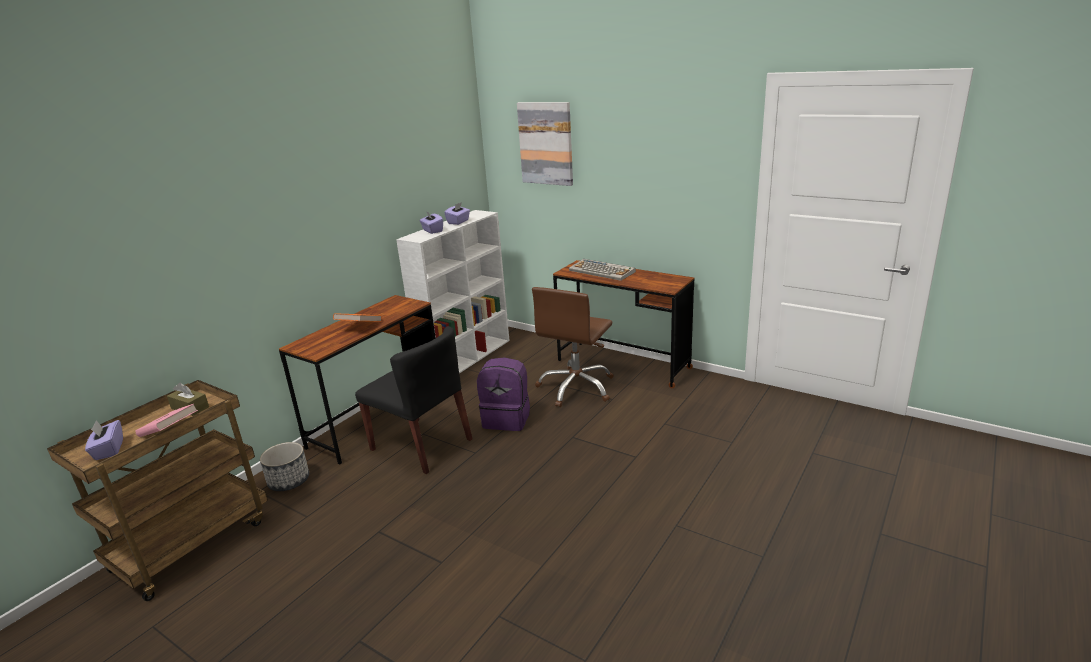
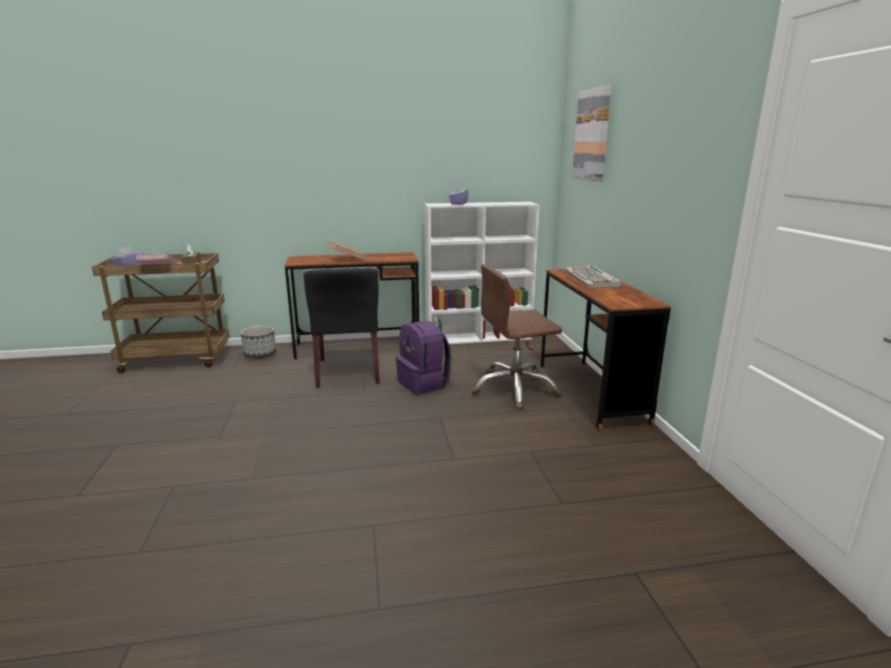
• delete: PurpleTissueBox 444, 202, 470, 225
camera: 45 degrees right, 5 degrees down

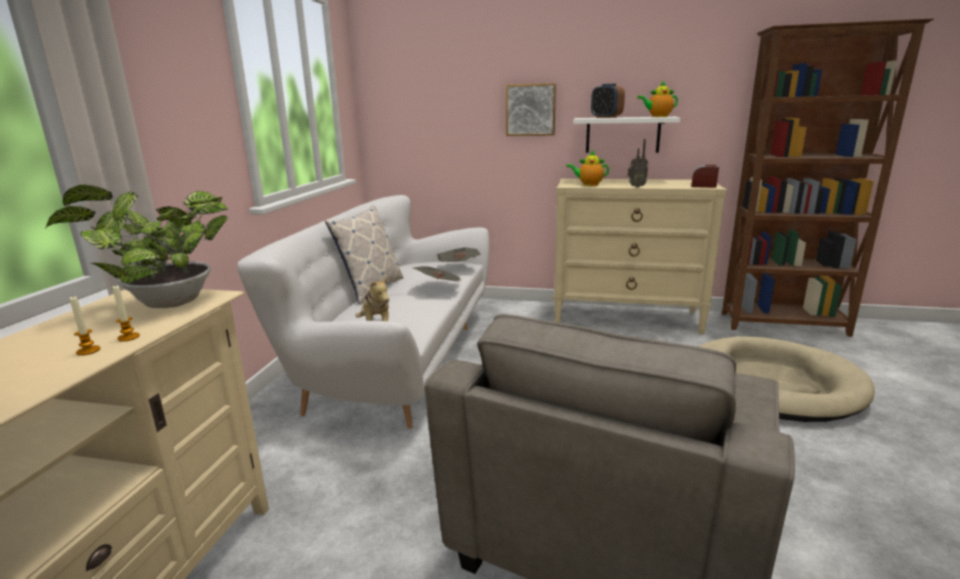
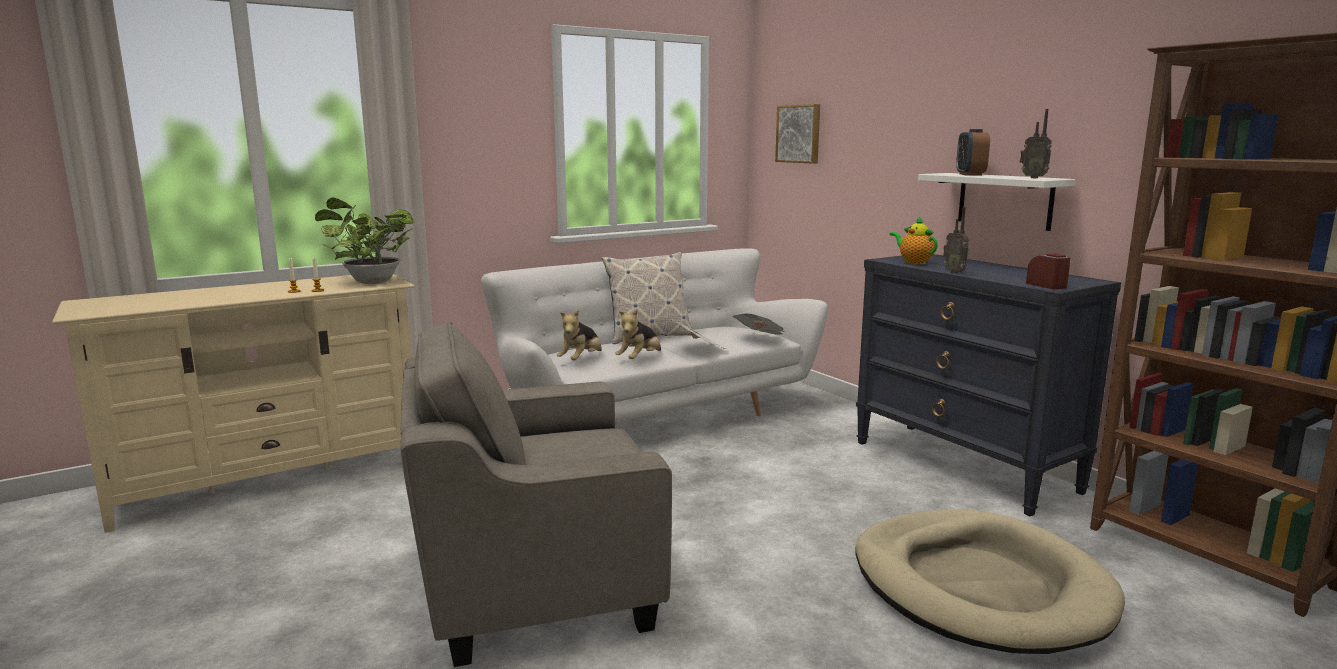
• replace: Teapot 637, 80, 678, 117 to Radio 1020, 109, 1052, 178
• move: Picture 506, 83, 556, 136 to 775, 104, 820, 164
• recolor: BeigeDresser 554, 179, 727, 334 to BlackDresser 856, 254, 1121, 516
• insert: PlushToy 615, 309, 661, 359
camera: 45 degrees right, 5 degrees down

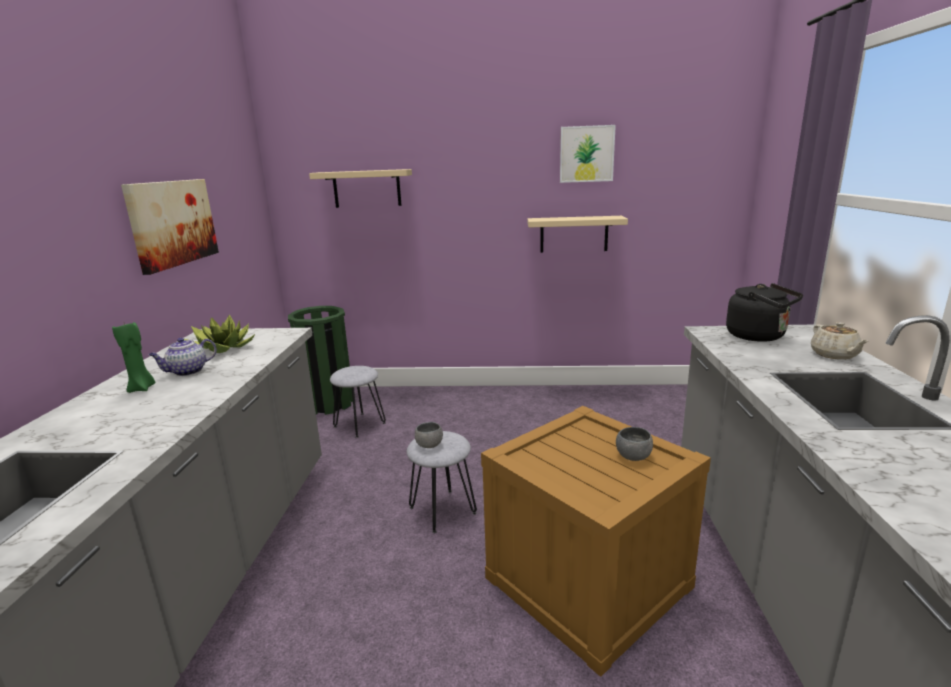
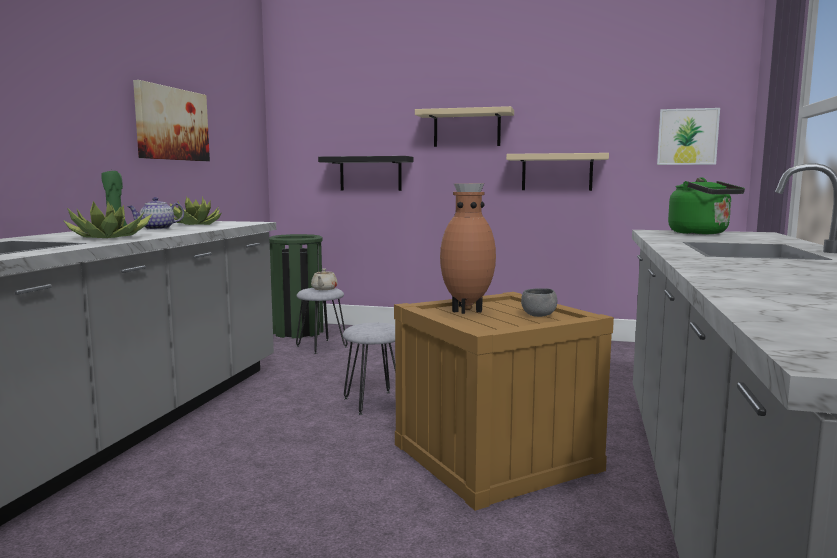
• move: Picture 560, 125, 616, 183 to 657, 108, 720, 165
• move: BeigeShelf 309, 169, 412, 208 to 415, 106, 514, 147
• recolor: BlackKettle 726, 283, 803, 342 to GreenKettle 668, 177, 745, 234
• move: BeigeTeapot 811, 322, 869, 360 to 311, 269, 338, 290
• delete: GreyBowl 415, 422, 443, 448
• insert: BlackShelf 318, 156, 413, 191
• insert: BrownVase 440, 183, 496, 314
• insert: PottedPlant 63, 201, 152, 238
camera: 10 degrees right, 10 degrees down

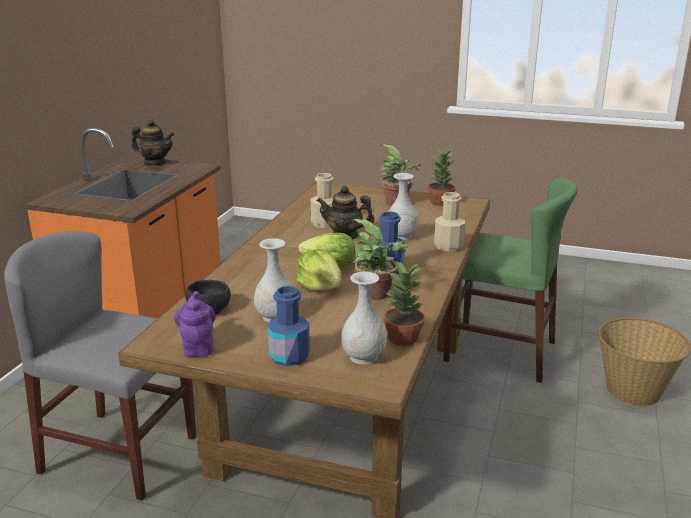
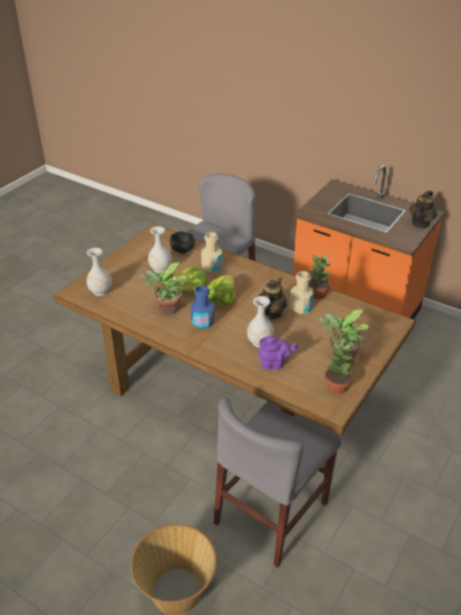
• recolor: GreenChair 443, 178, 578, 383 to GreyChair 214, 397, 341, 568
• move: BeigeBottle 434, 192, 465, 252 to 201, 232, 222, 273
• move: PottedPlant 383, 260, 425, 346 to 309, 254, 330, 299
• delete: BlueBottle 268, 286, 310, 366
• move: PurpleTeapot 174, 291, 216, 357 to 258, 336, 298, 370
camera: 105 degrees right, 15 degrees up

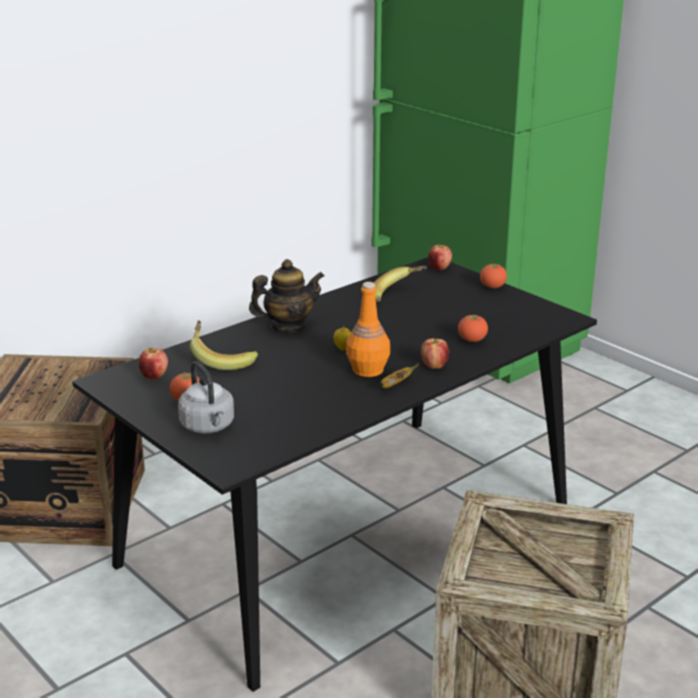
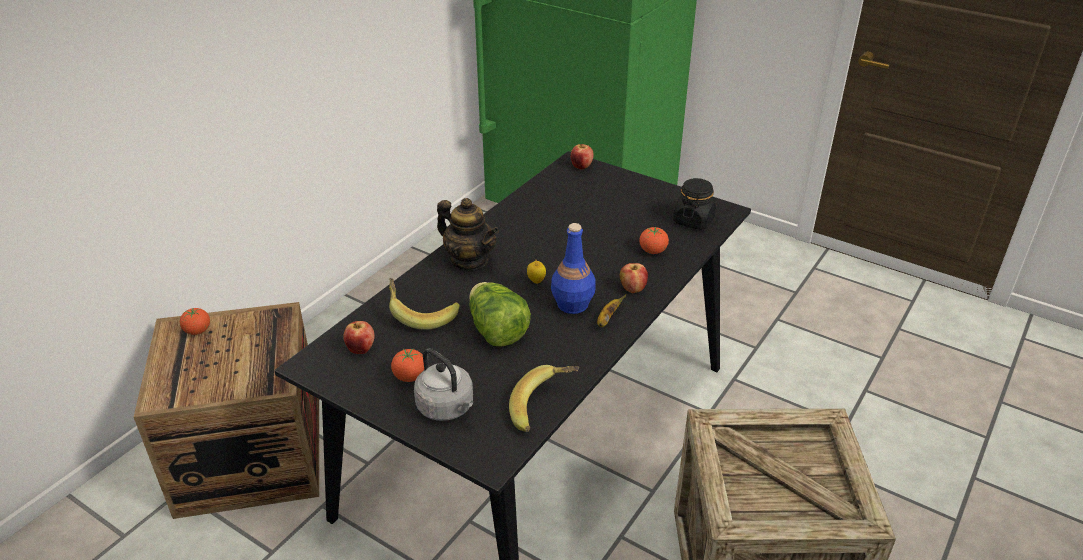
• rotate: Teapot 249, 259, 324, 333 = 437, 198, 499, 270 75 degrees clockwise
• move: Tomato 480, 263, 507, 288 to 180, 308, 210, 335
• move: Banana 374, 266, 427, 302 to 509, 365, 579, 432
• recolor: OrangeBottle 346, 282, 390, 377 to BlueBottle 551, 223, 596, 314
• insert: BlackJar 673, 178, 716, 230
• insert: Lettuce 469, 282, 531, 347
camera: 15 degrees left, 10 degrees up

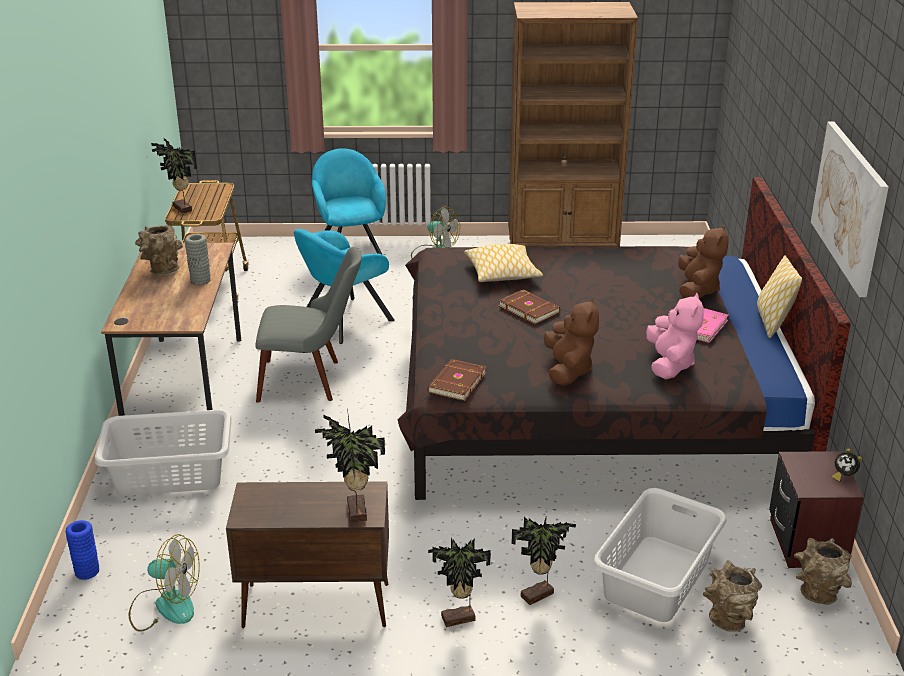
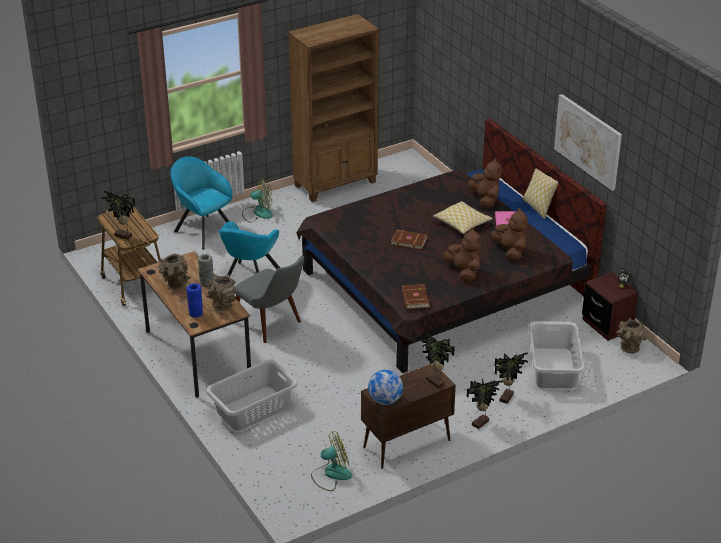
• move: Pillow 464, 244, 543, 282 to 433, 201, 493, 234
• rotate: GreyChair 256, 247, 362, 403 = 235, 256, 304, 343 75 degrees clockwise
• recolor: PinkPlushToy 646, 292, 704, 379 to BrownPlushToy 491, 208, 528, 261
• move: BlueVase 65, 520, 99, 580 to 186, 283, 203, 318
• move: BrownVase 703, 560, 762, 632 to 207, 274, 236, 311
• insert: Globe 368, 370, 403, 405
camera: 30 degrees left, 5 degrees up

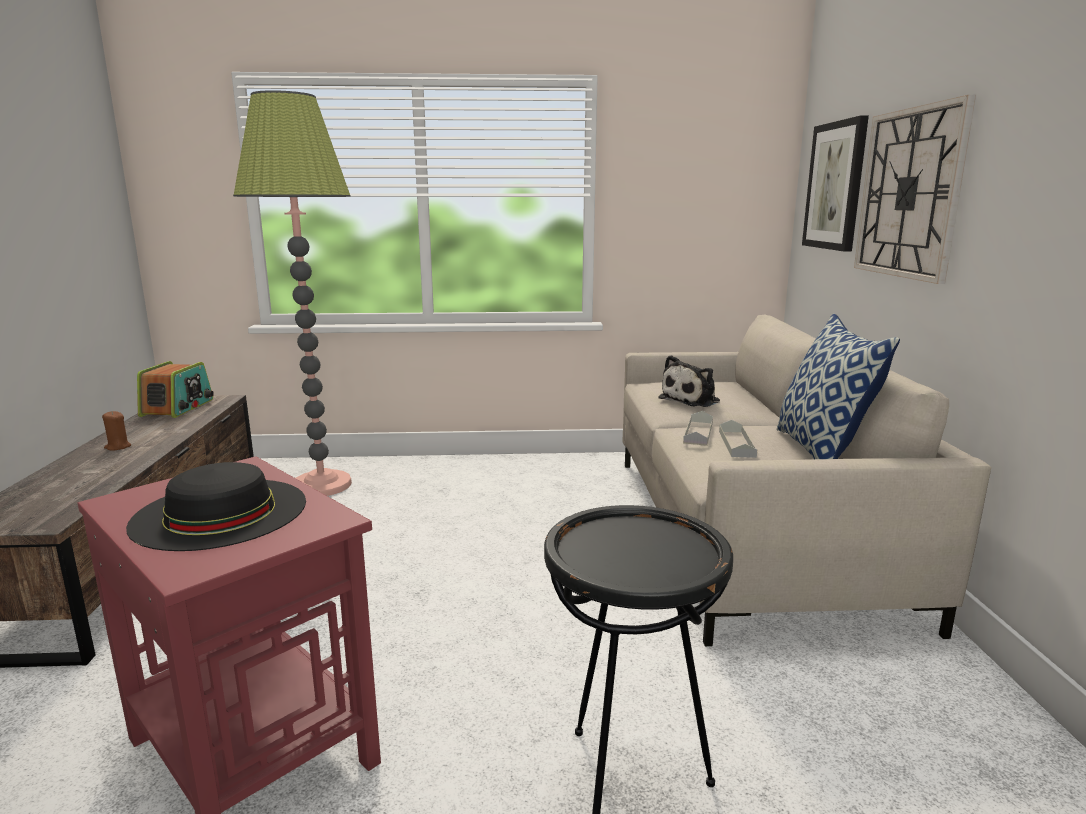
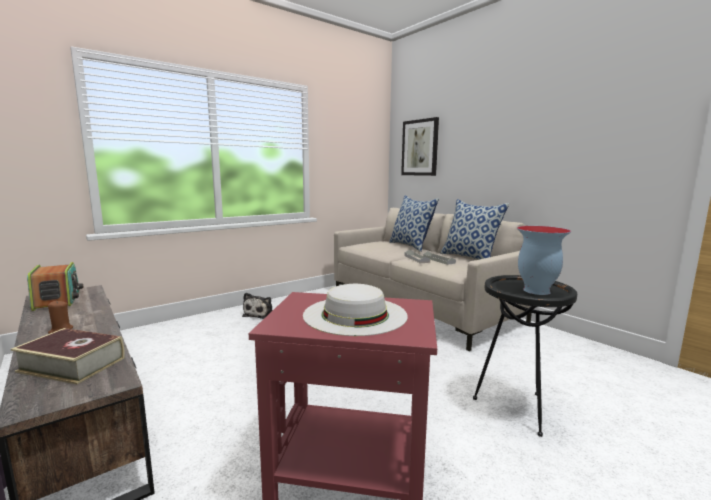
• delete: FloorLamp 233, 90, 352, 496
• delete: WallClock 854, 95, 976, 284
• move: PlushToy 658, 355, 720, 407 to 242, 293, 273, 319
• recolor: BlackHat 126, 462, 306, 551 to WhiteHat 303, 284, 408, 336
• insert: Pillow 389, 196, 439, 252
• insert: Vase 517, 226, 571, 295
• insert: Book 11, 328, 124, 384
camera: 35 degrees left, 5 degrees down

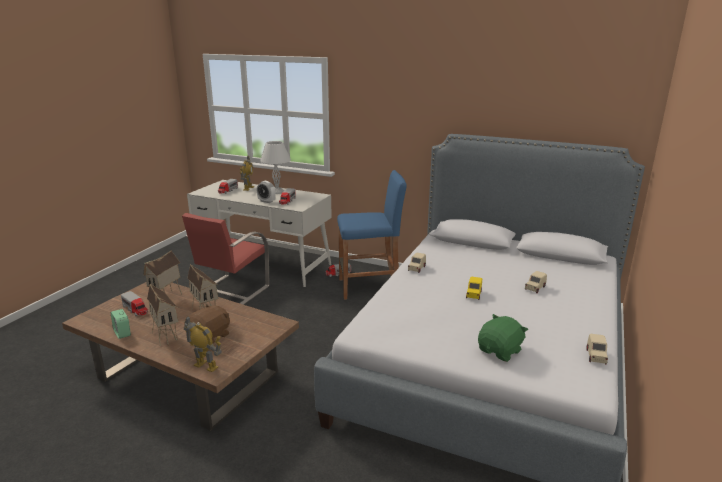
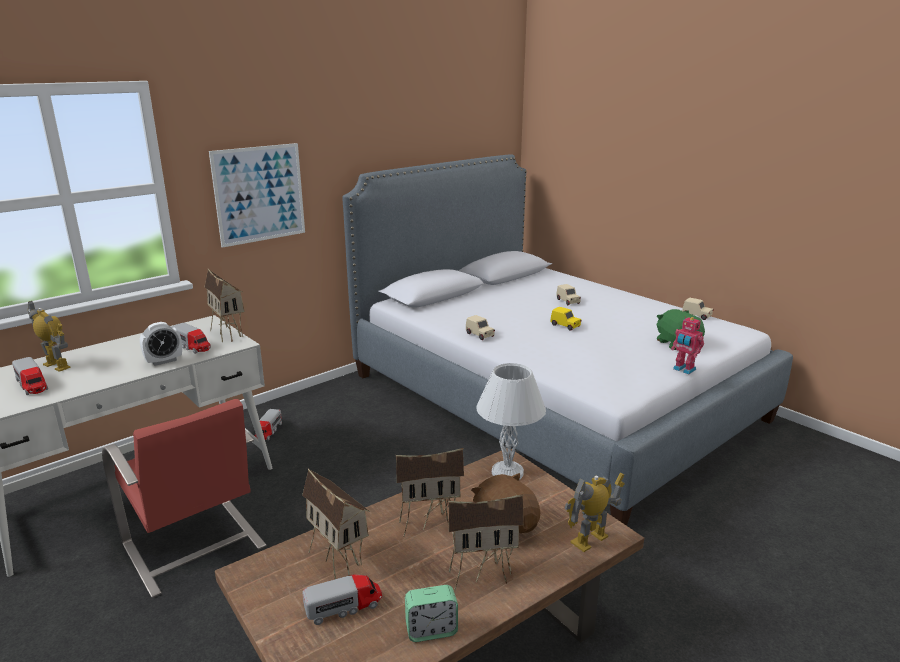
• move: WhiteTableLamp 260, 141, 291, 194 to 476, 363, 546, 480
• delete: BlueStool 337, 170, 407, 300
• insert: Picture 209, 143, 305, 248
• insert: ToyHouse 204, 269, 245, 342
• insert: ToyRobot 671, 316, 704, 374
camera: 65 degrees left, 0 degrees up

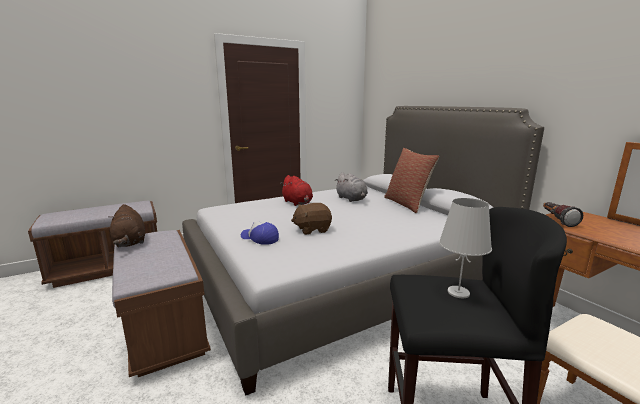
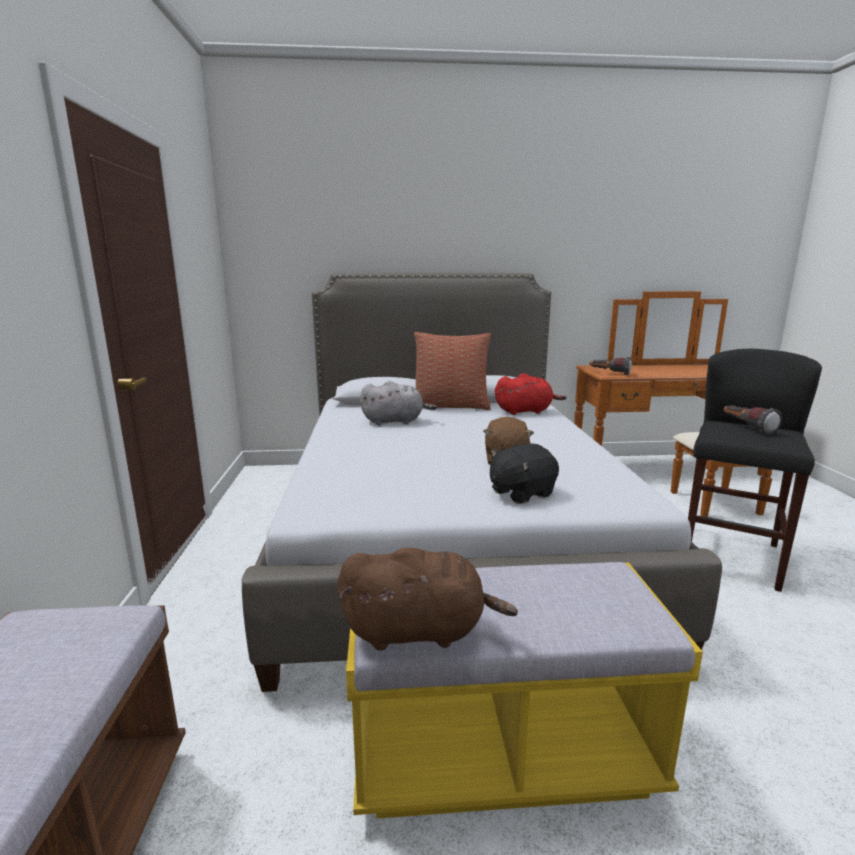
• move: RedPlushToy 280, 175, 313, 206 to 495, 373, 566, 415
• replace: WhiteTableLamp 439, 198, 492, 298 to Flashlight 724, 405, 782, 435
• replace: Cap 241, 221, 279, 245 to BlackPlushToy 490, 444, 559, 504
• recolor: BrownBench 112, 230, 211, 377 to YellowBench 346, 562, 703, 819
camera: 65 degrees left, 0 degrees up

